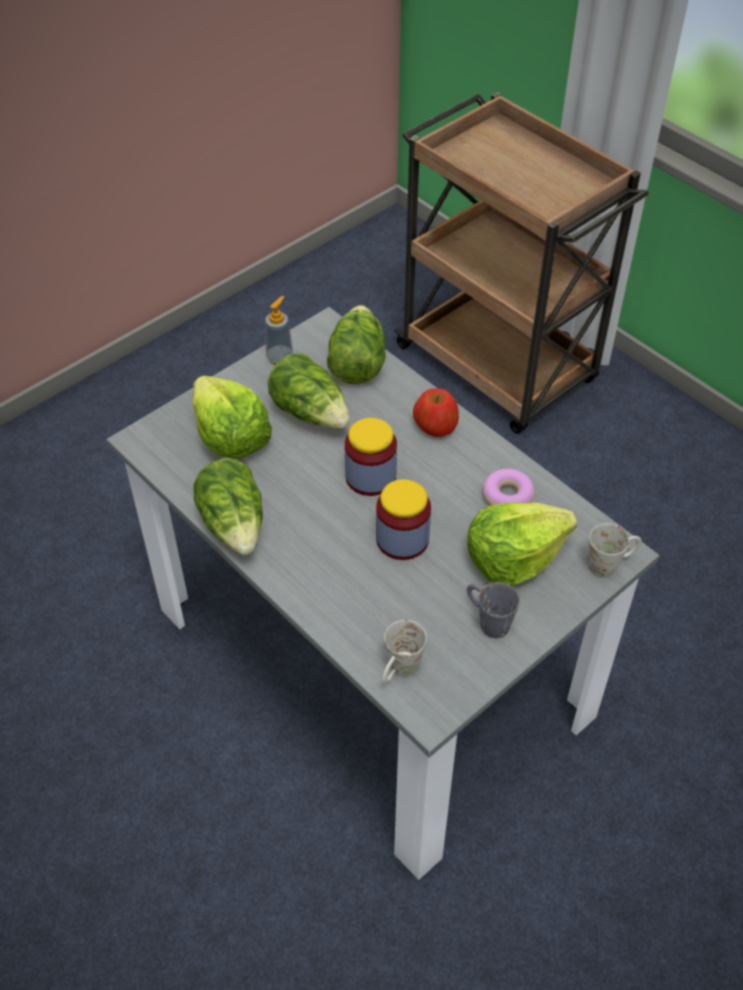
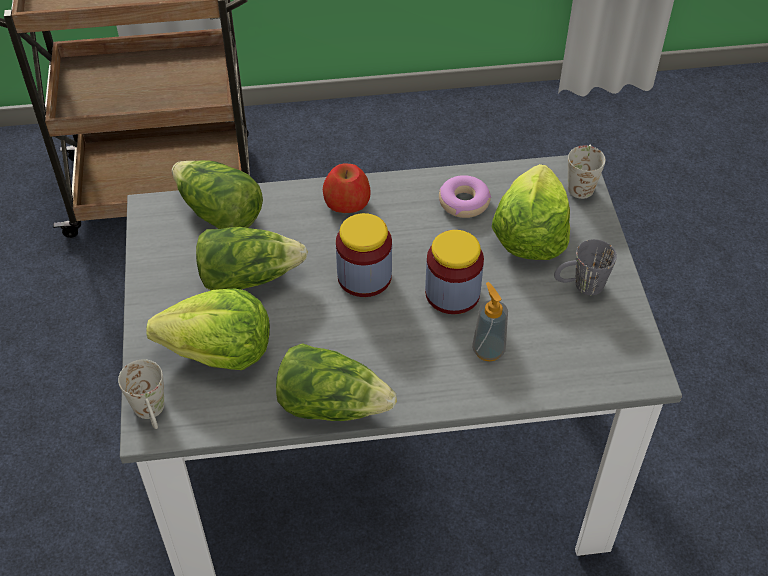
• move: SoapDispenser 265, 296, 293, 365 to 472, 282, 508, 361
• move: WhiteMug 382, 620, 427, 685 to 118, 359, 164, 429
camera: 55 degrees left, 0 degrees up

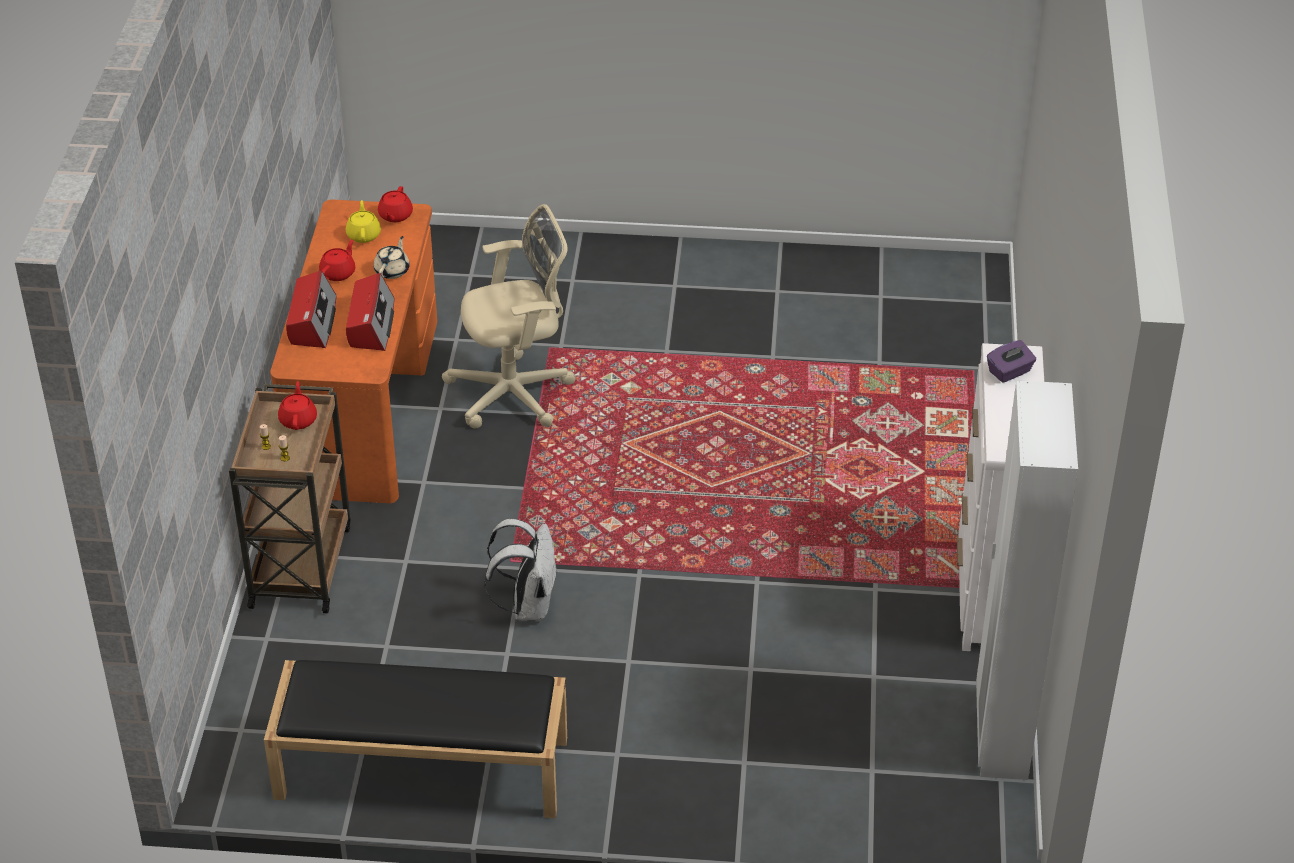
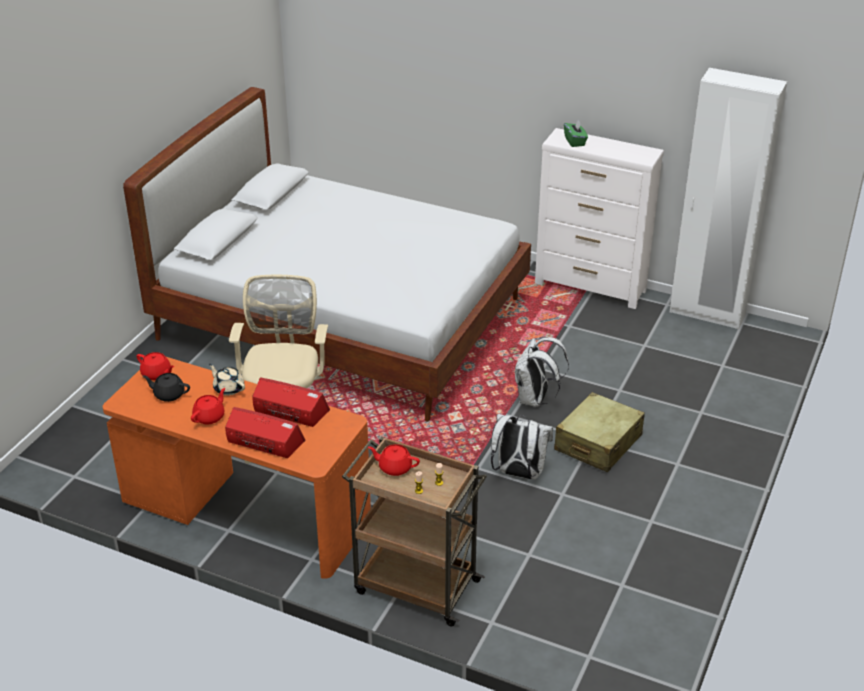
• recolor: YellowTeapot 346, 200, 381, 243 to BlackTeapot 143, 373, 190, 402
• rotate: RedTeapot 319, 240, 355, 281 = 191, 388, 225, 424 75 degrees clockwise
• recolor: PurpleTissueBox 987, 340, 1036, 383 to GreenTissueBox 564, 121, 588, 147
• delete: BlackBench 264, 660, 567, 818
• insert: WhiteBed 123, 87, 531, 422
• insert: WhiteBackpack 515, 337, 569, 407
• insert: BeigeSuitcase 554, 392, 645, 472
camera: 70 degrees left, 5 degrees down

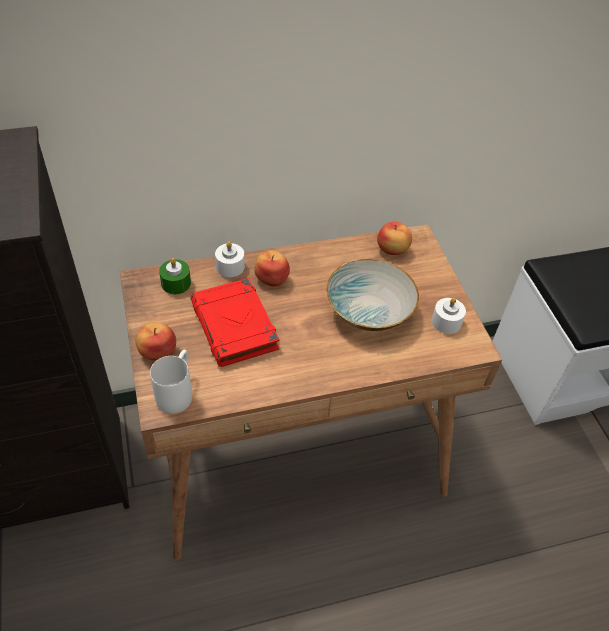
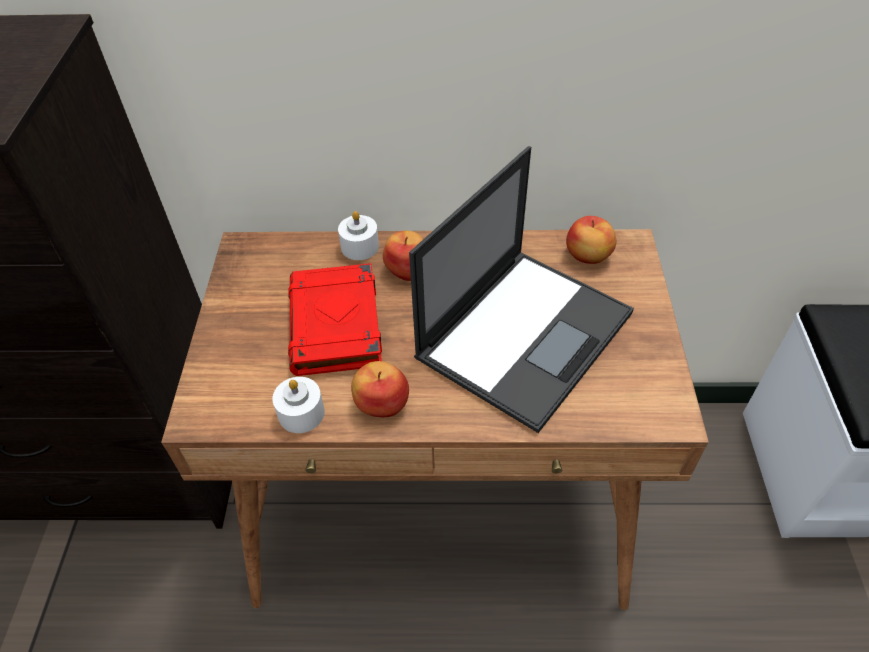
• delete: GreenCandle 159, 258, 191, 294
• replace: Bowl 326, 259, 419, 331 to Laptop 409, 146, 634, 433
• move: WhiteCandle 432, 298, 466, 334 to 272, 377, 325, 433
• move: Apple 135, 322, 176, 361 to 351, 361, 409, 417
• delete: WhiteMug 150, 350, 192, 414
camera: 20 degrees right, 0 degrees up

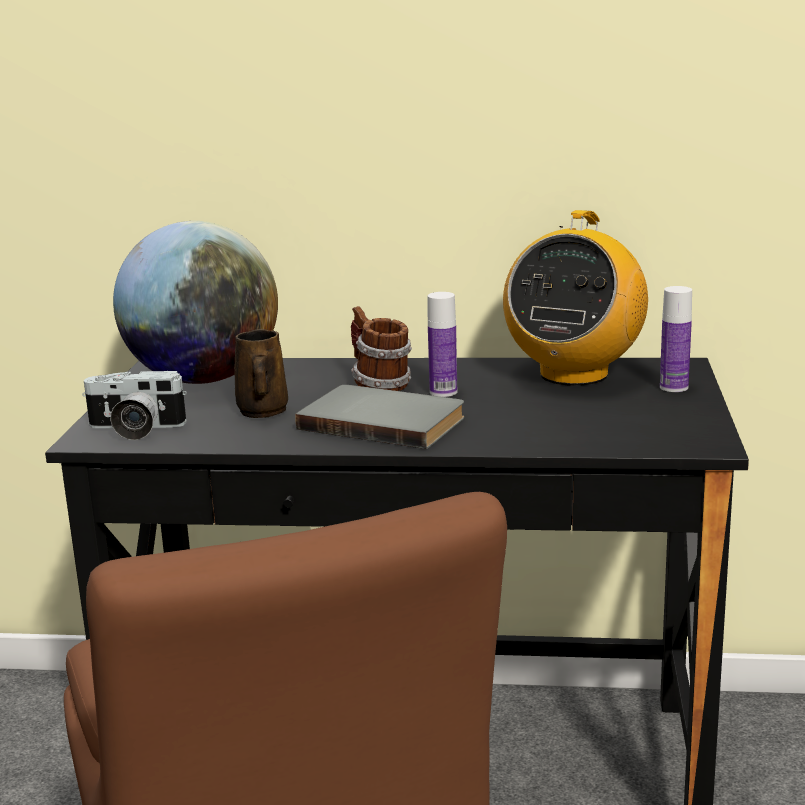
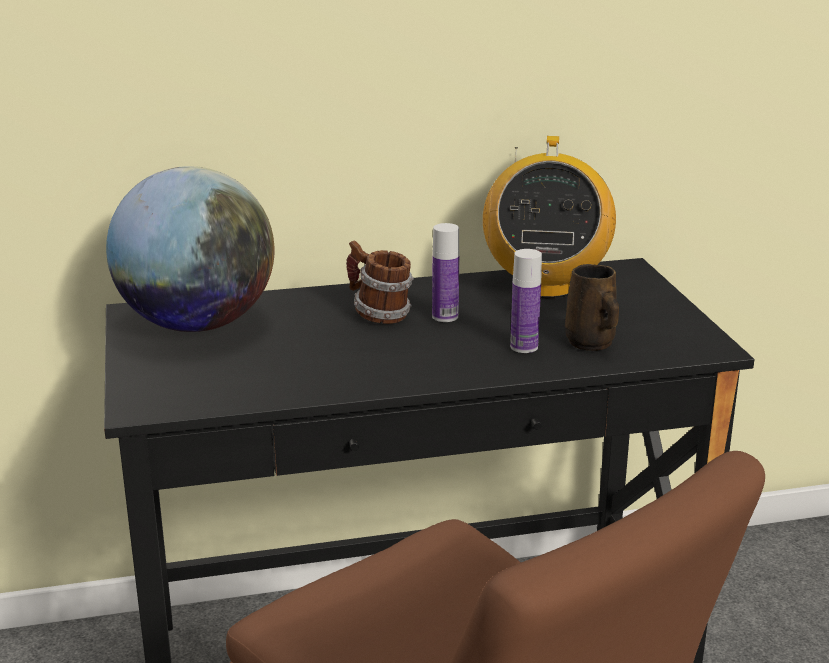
• move: Bottle 660, 286, 692, 392 to 510, 249, 542, 353
• move: BrownMug 234, 329, 288, 418 to 565, 264, 619, 351
• delete: PhotoCamera 82, 371, 187, 440
• delete: GreyBook 295, 385, 464, 449
camera: 20 degrees left, 5 degrees up

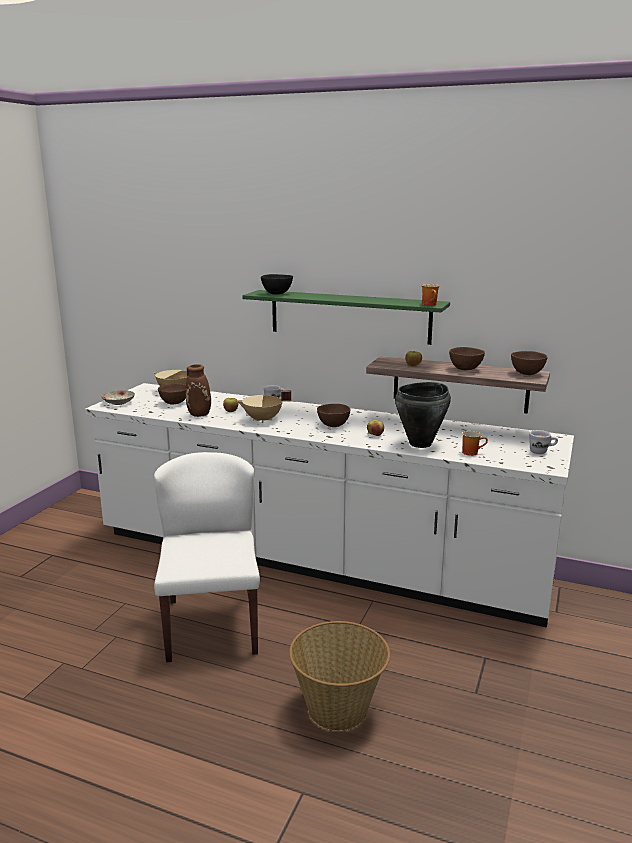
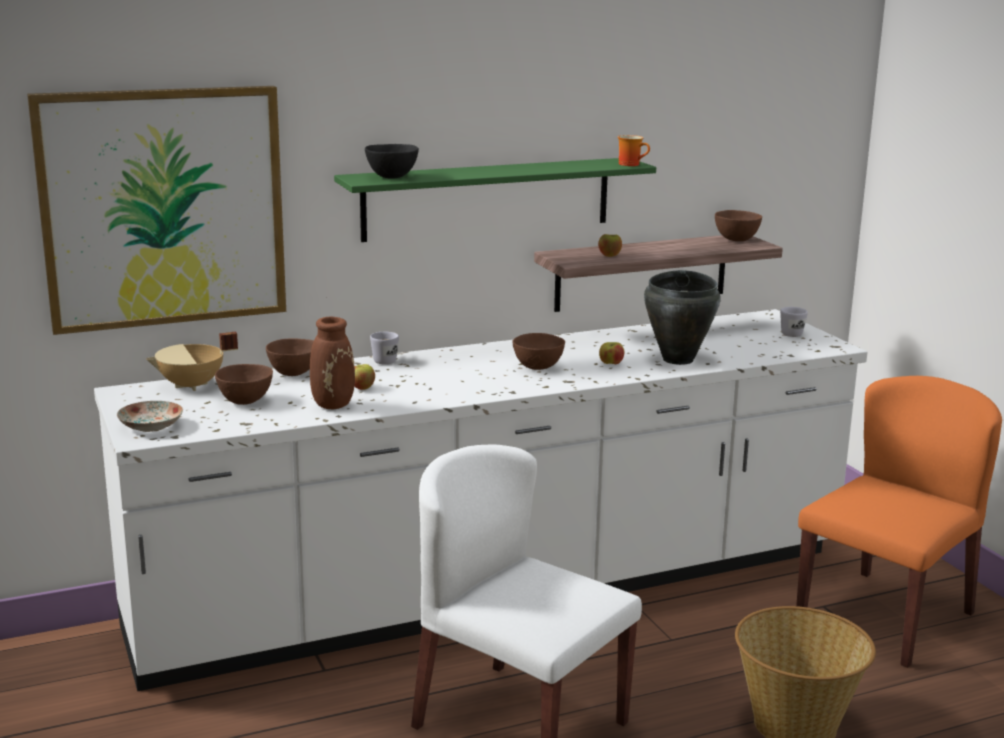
• move: BrownBowl 449, 347, 485, 370 to 266, 338, 314, 376
• delete: BeigeCookingPot 237, 390, 291, 423
• delete: Mug 462, 431, 488, 456
• insert: Picture 27, 86, 286, 335
• insert: OrangeChair 796, 376, 1002, 668
camera: 45 degrees left, 0 degrees up

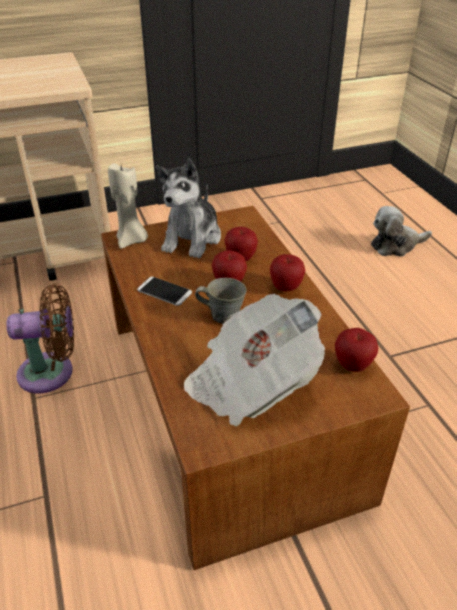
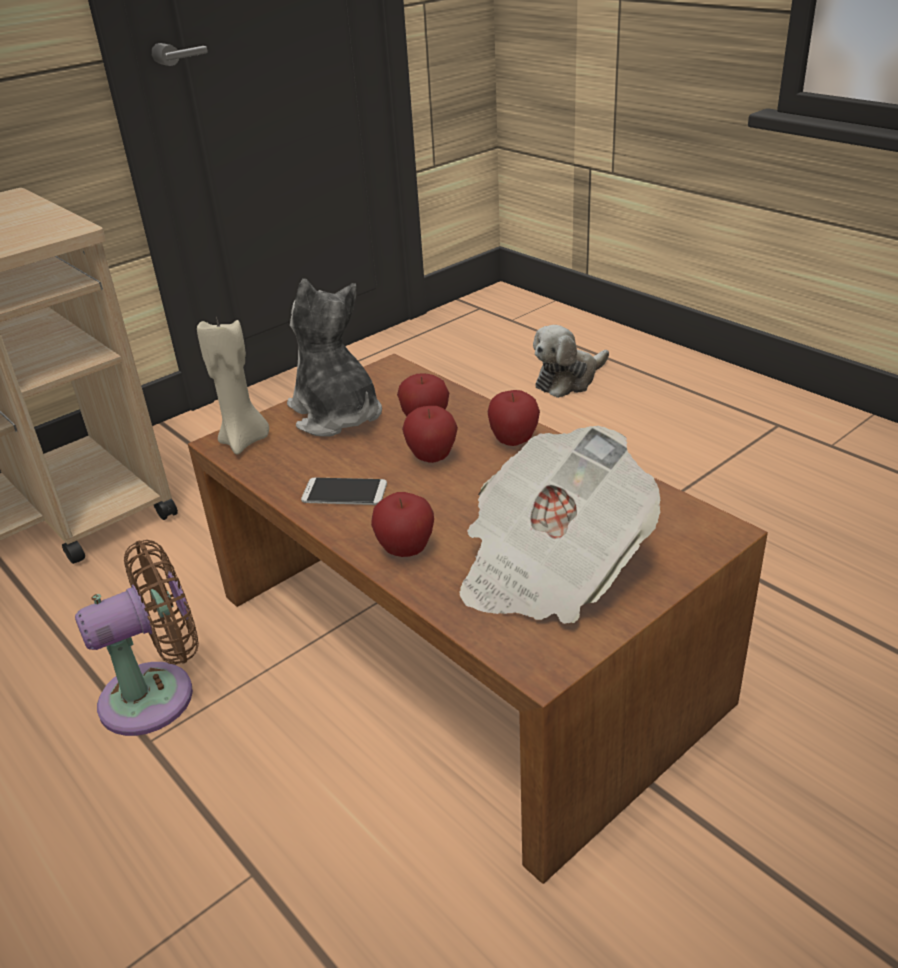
• rotate: PlushToy 156, 158, 221, 258 = 287, 279, 382, 437 150 degrees clockwise
• delete: GreyMug 195, 278, 247, 324
• move: Apple 335, 328, 378, 372 to 371, 492, 434, 557
camera: 20 degrees left, 5 degrees down

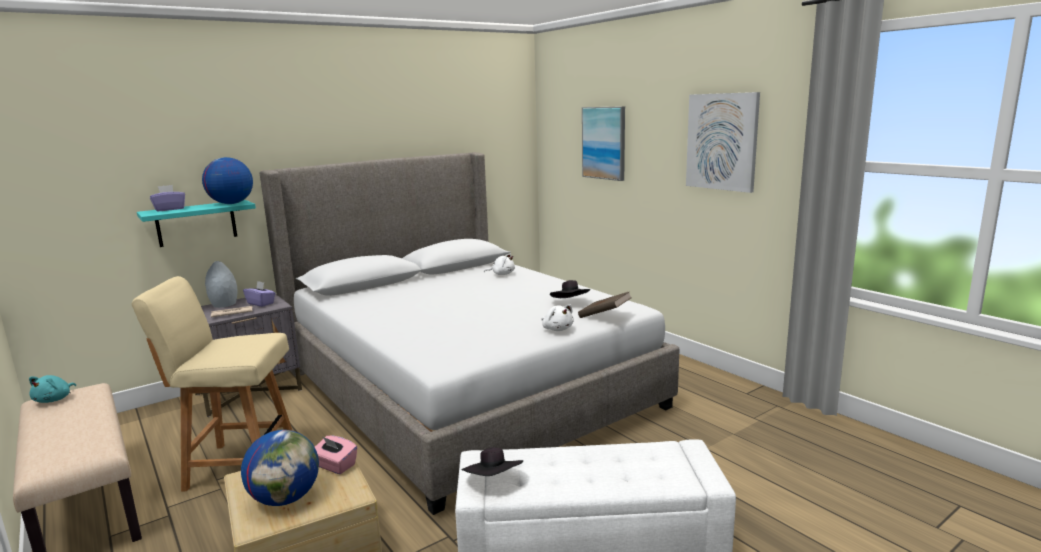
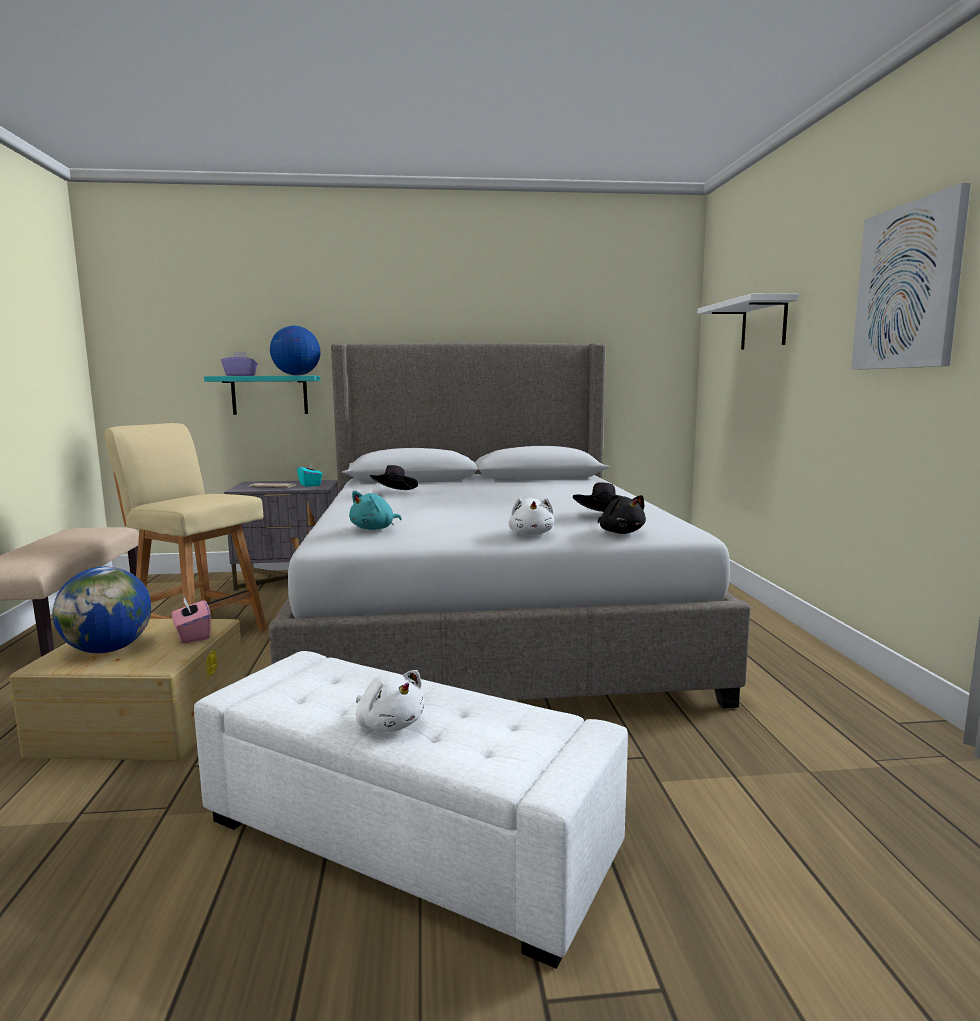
• replace: Picture 582, 106, 625, 181 to WhiteShelf 697, 294, 798, 350
• move: WhitePlushToy 484, 253, 515, 275 to 356, 670, 425, 732
• delete: GreyVase 205, 261, 238, 308
• recolor: PurpleTissueBox 243, 281, 276, 307 to TurquoiseTissueBox 297, 460, 322, 487
• replace: BrownBook 578, 291, 632, 318 to BlackPlushToy 598, 495, 646, 534
• move: TurquoisePlushToy 29, 375, 76, 403 to 349, 491, 401, 530
• move: BlackHat 462, 447, 523, 476 to 370, 465, 418, 490
camera: 30 degrees right, 5 degrees down

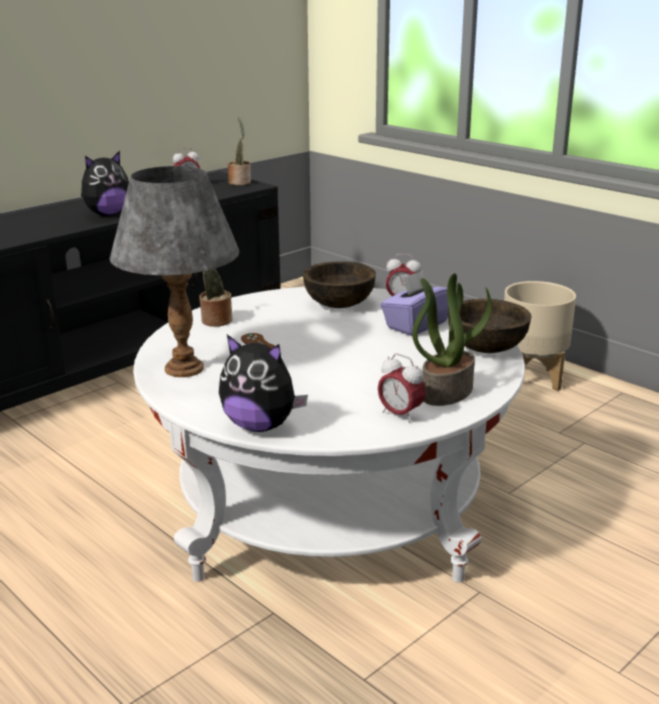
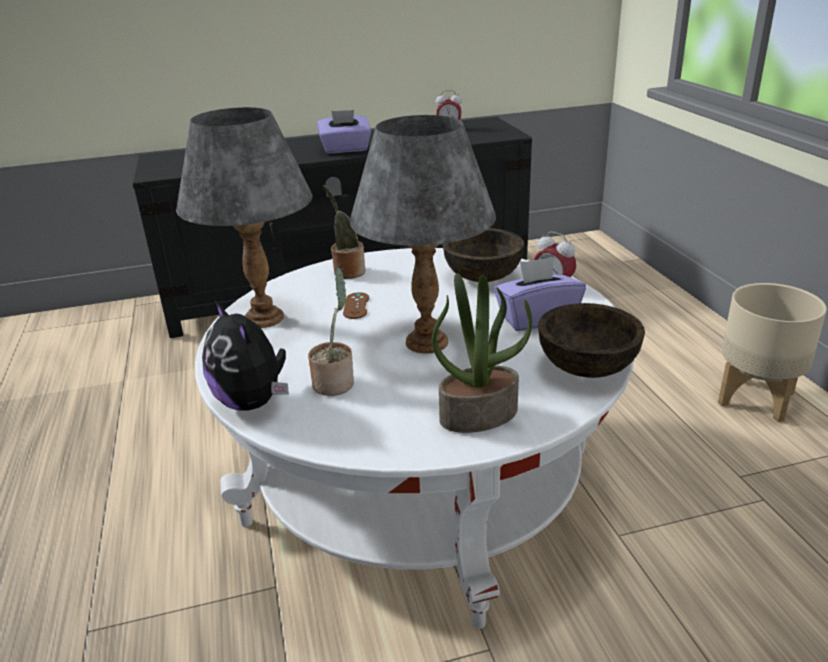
• move: PottedPlant 228, 117, 251, 185 to 308, 267, 354, 396
• replace: PlushToy 81, 151, 129, 216 to PurpleTissueBox 317, 110, 371, 154
• delete: AlarmClock 378, 354, 426, 423
• insert: GreyTableLamp 350, 115, 496, 353
camera: 30 degrees right, 5 degrees up

